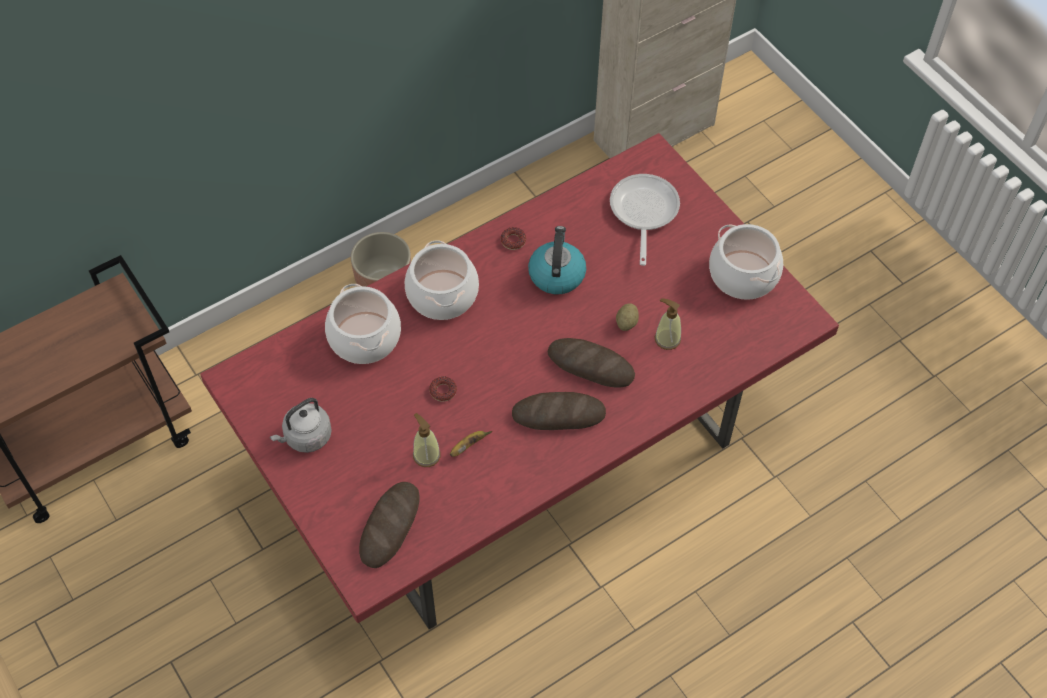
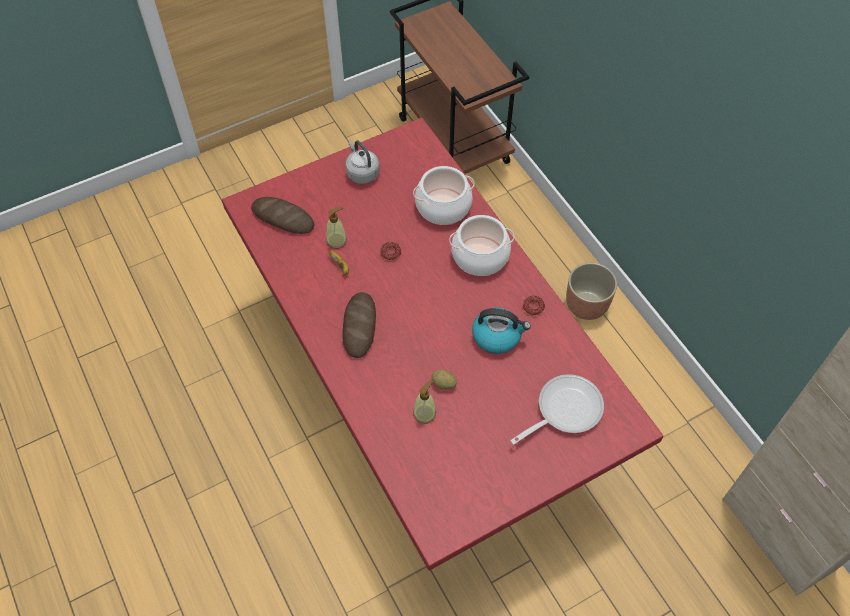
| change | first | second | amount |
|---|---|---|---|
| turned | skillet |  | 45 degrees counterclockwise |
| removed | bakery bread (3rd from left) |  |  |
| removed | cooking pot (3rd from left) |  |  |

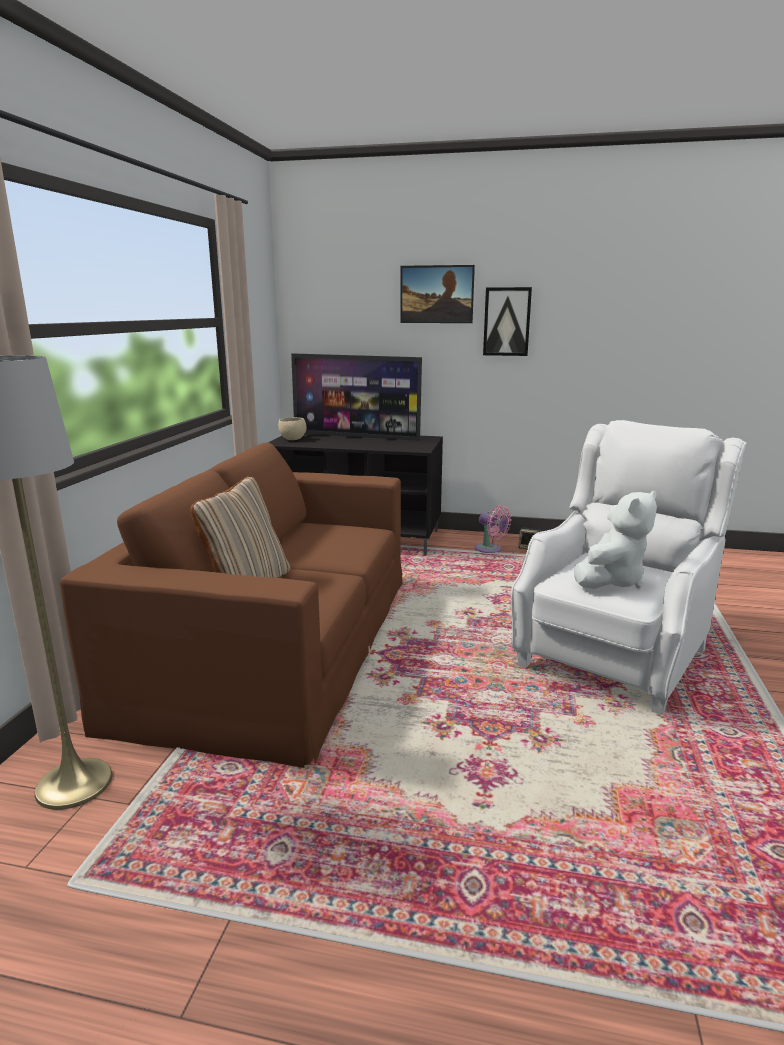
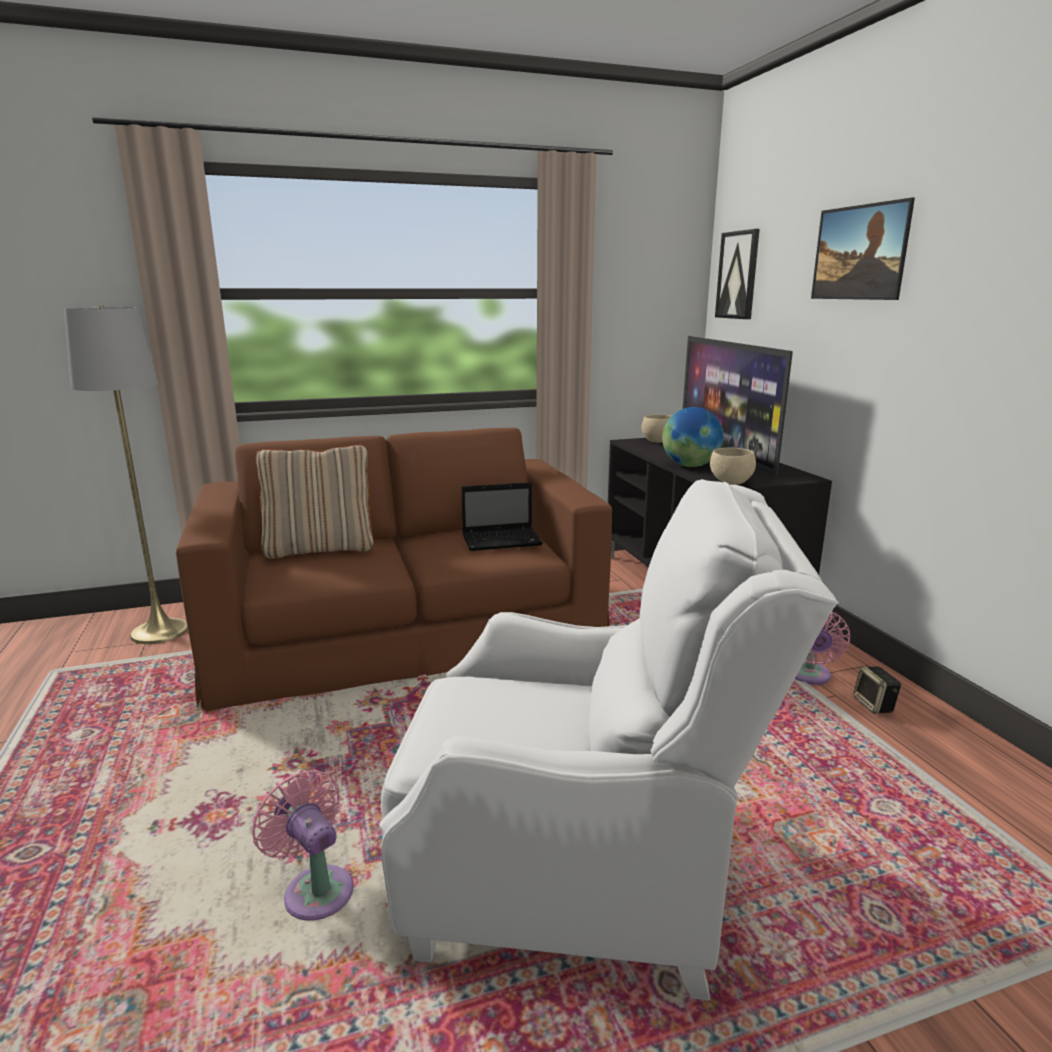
| change | first | second | amount |
|---|---|---|---|
| added |  | pink electric fan (1st from left) |  |
| added |  | portable computer |  |
| added |  | desk globe |  |
| added |  | beige-coloured deep dish (2nd from left) |  |
| moved | picture (2nd from left in the first image) | picture (1st from left) |  |
| removed | whitish cuddly toy |  |  |

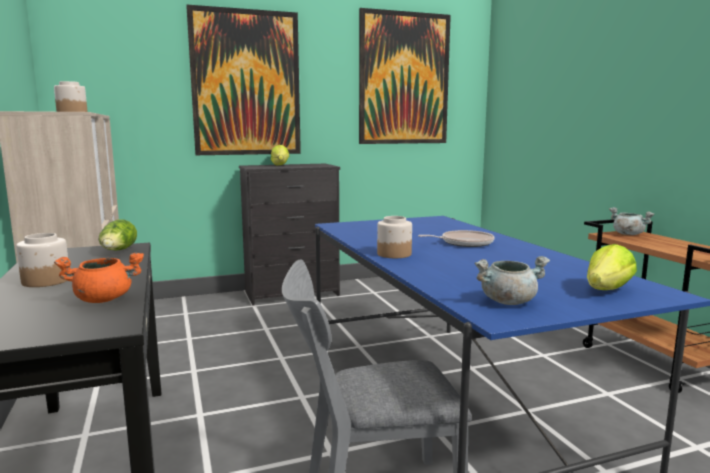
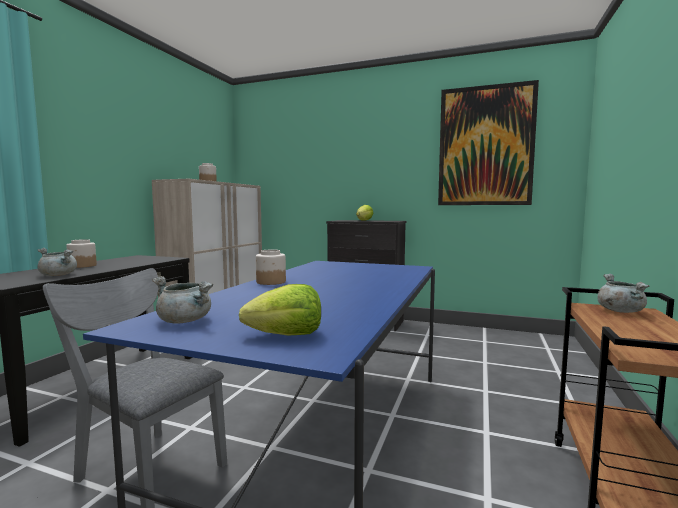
| change | first | second | amount |
|---|---|---|---|
| recoloured | orangey cooking pot | gray cooking pot (1st from left) |  |
| removed | lettuce head (1st from left) |  |  |
| removed | picture (1st from left) |  |  |
| removed | skillet |  |  |

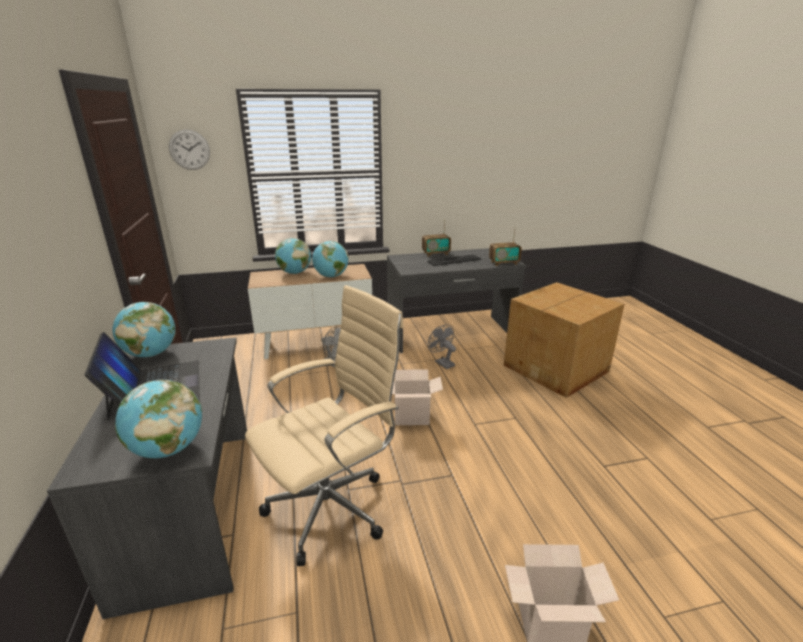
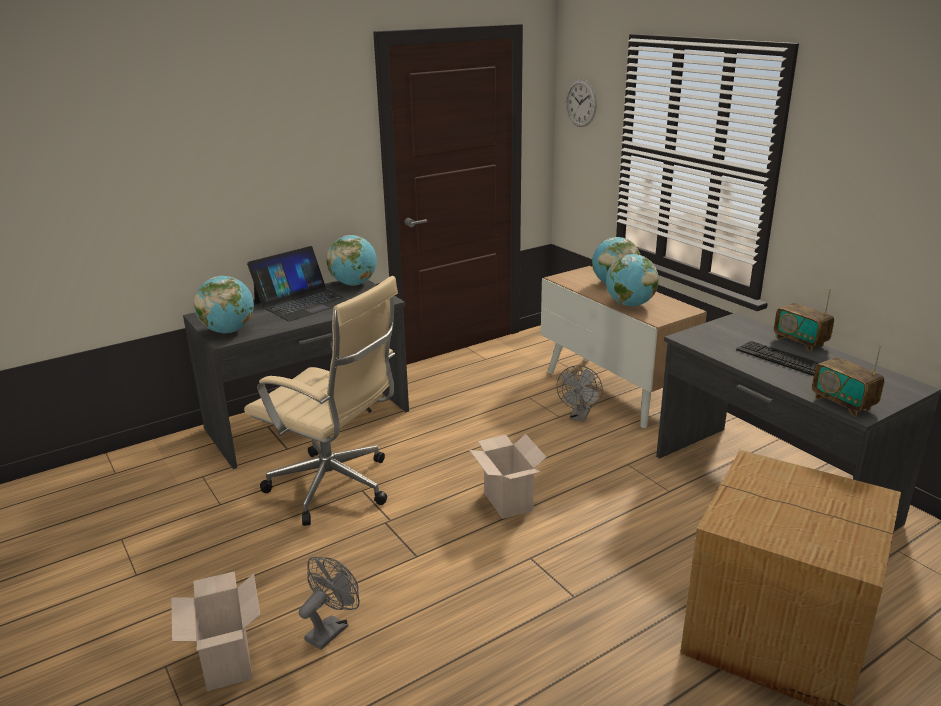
| change | first | second | amount |
|---|---|---|---|
| moved | gray electric fan (2nd from left in the first image) | gray electric fan (1st from left) |  |

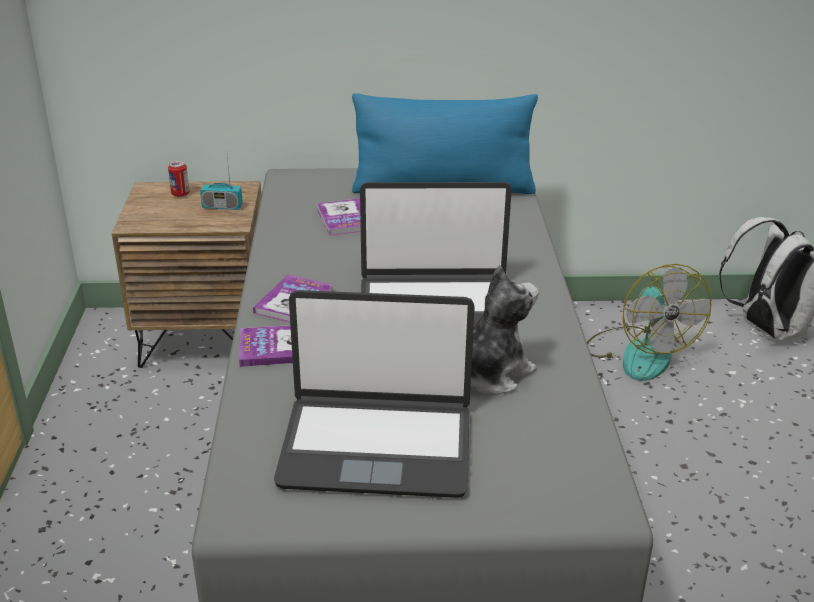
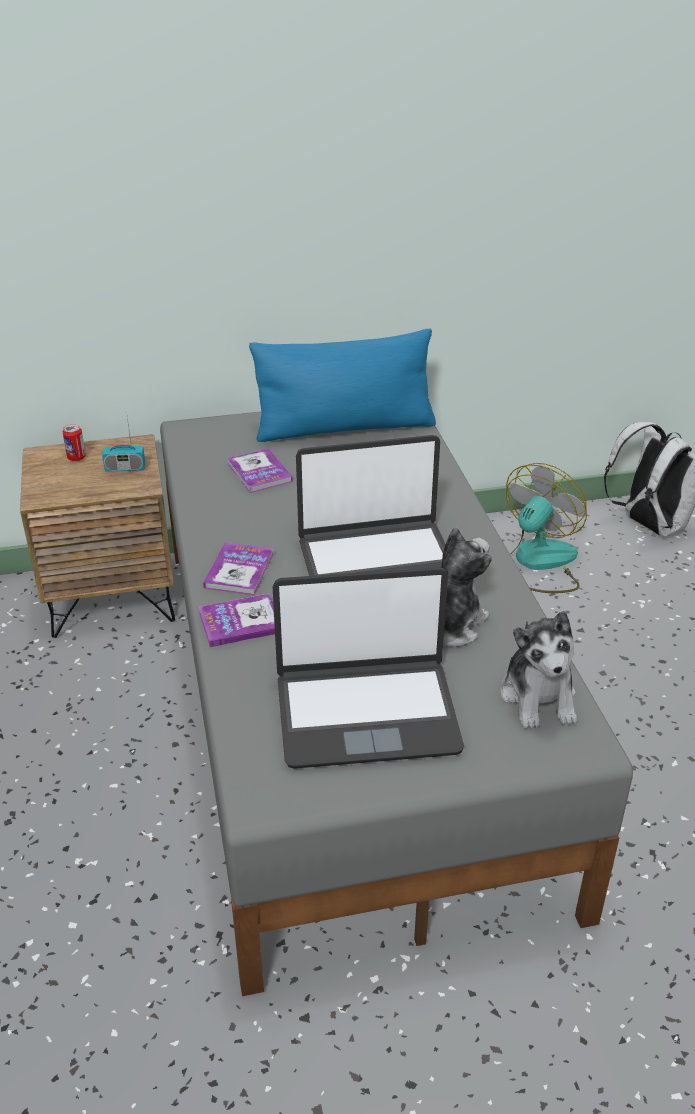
| change | first | second | amount |
|---|---|---|---|
| added |  | cuddly toy (2nd from left) |  |
| turned | electric fan |  | 120 degrees counterclockwise |

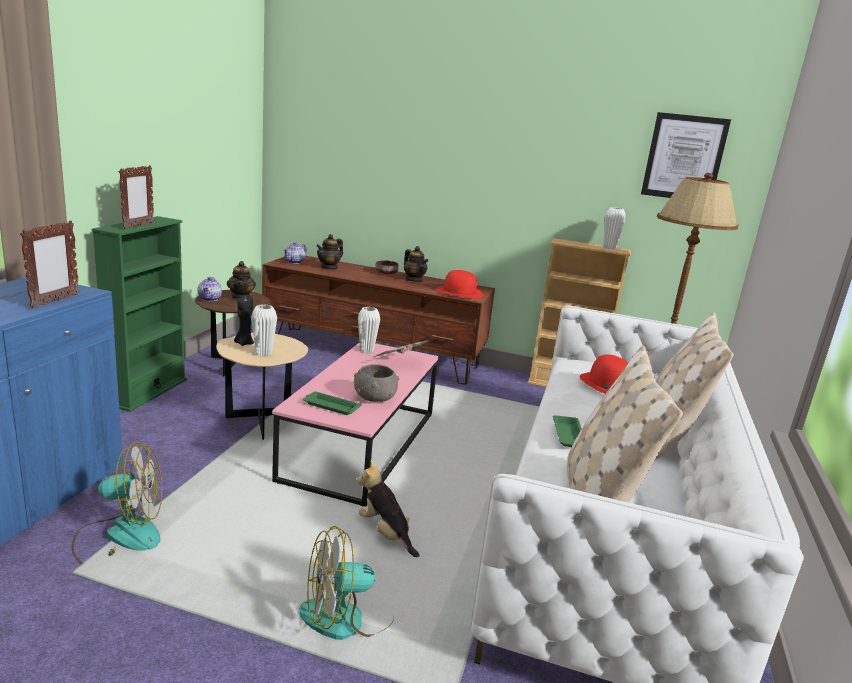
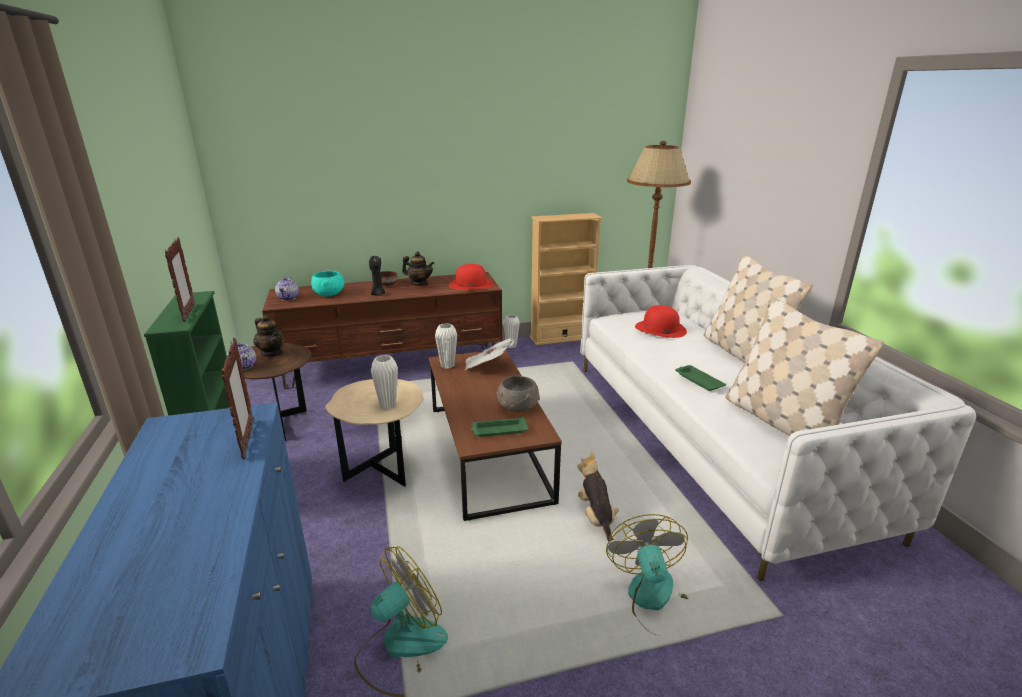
| change | first | second | amount |
|---|---|---|---|
| replaced | teapot (4th from left) | turquoise deep dish |  |
| moved | black candle |  |  |
| recoloured | pink lounge table | brown lounge table |  |
| moved | whitish flower vase (3rd from left) |  |  |
| turned | cuddly toy |  | 60 degrees clockwise |
| turned | electric fan (2nd from left) |  | 135 degrees clockwise |
| removed | picture |  |  |

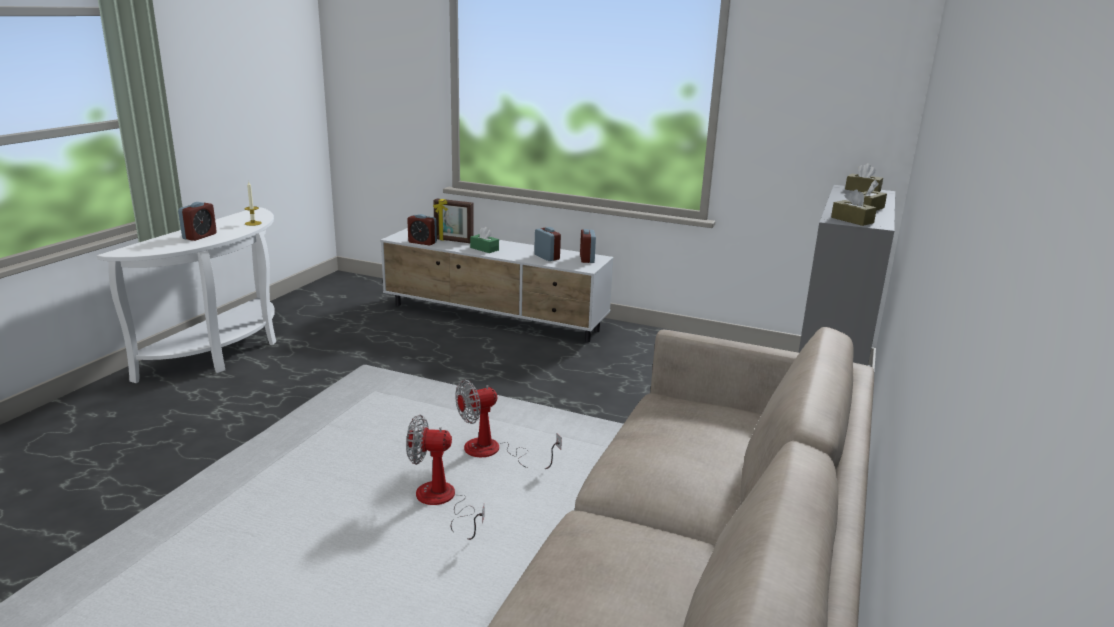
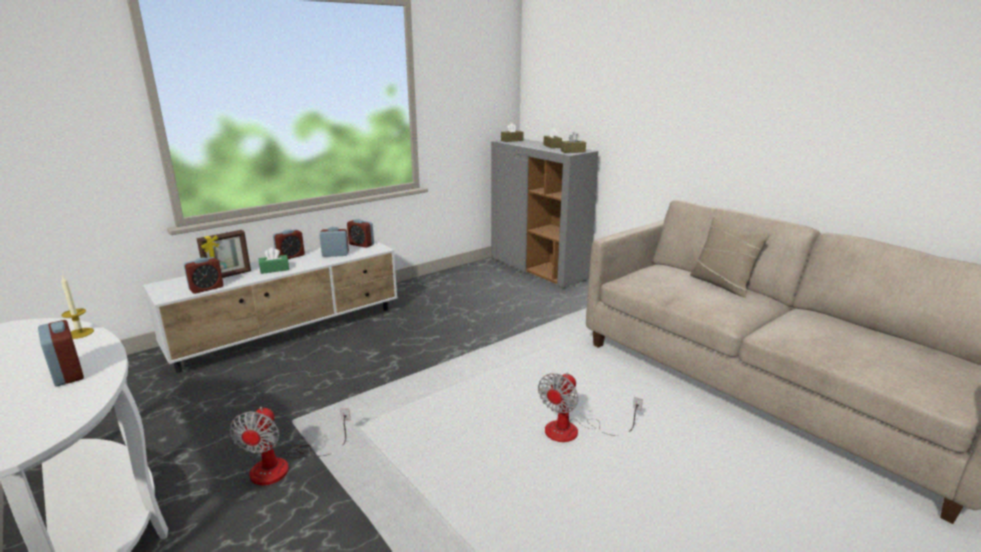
| change | first | second | amount |
|---|---|---|---|
| moved | electric fan (2nd from left in the first image) | electric fan (1st from left) |  |
| added |  | bedside clock (3rd from left) |  |
| added |  | beige-coloured throw pillow |  |

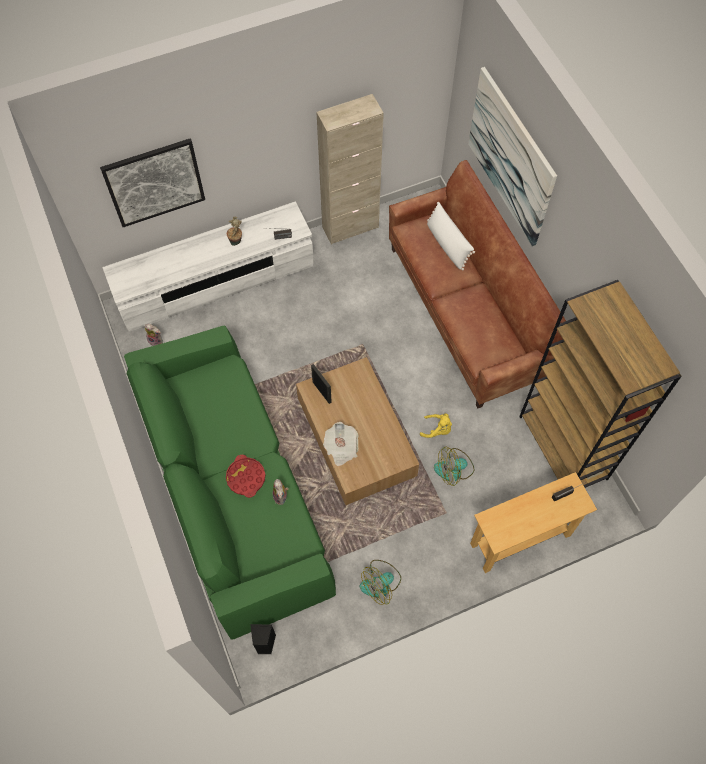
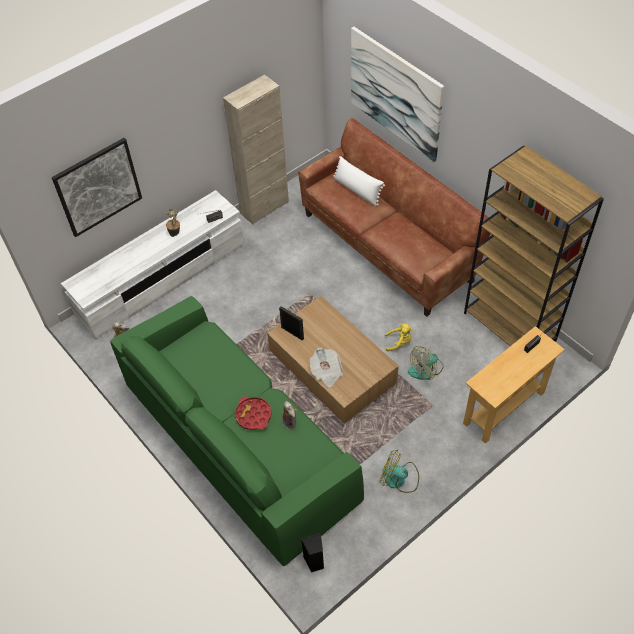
| change | first | second | amount |
|---|---|---|---|
| turned | electric fan (1st from left) |  | 75 degrees clockwise |

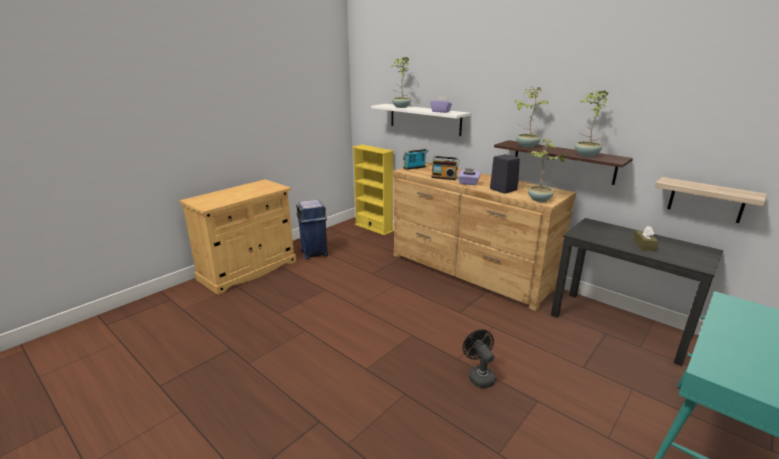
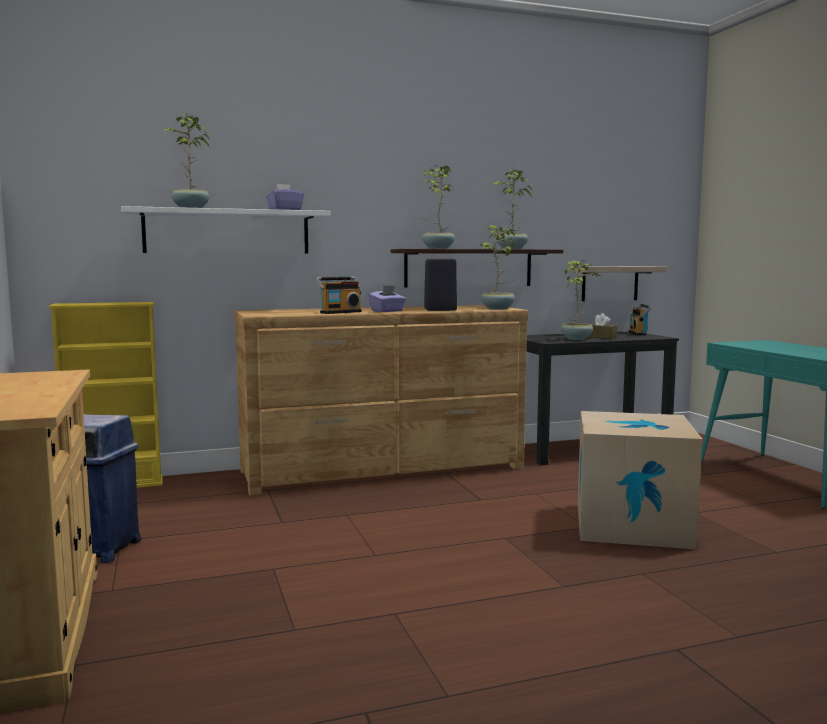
| change | first | second | amount |
|---|---|---|---|
| added |  | houseplant (5th from left) |  |
| replaced | black electric fan | packing box |  |
| moved | radio (1st from left in the first image) | radio (2nd from left) |  |

